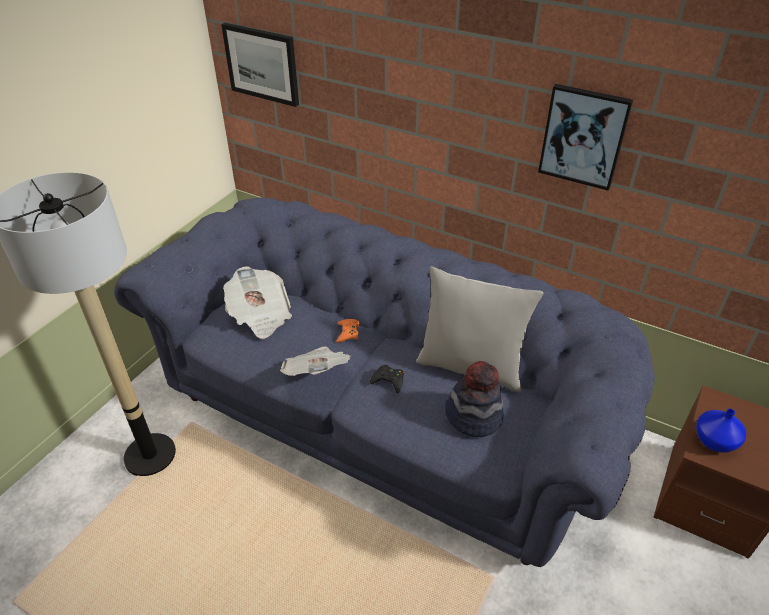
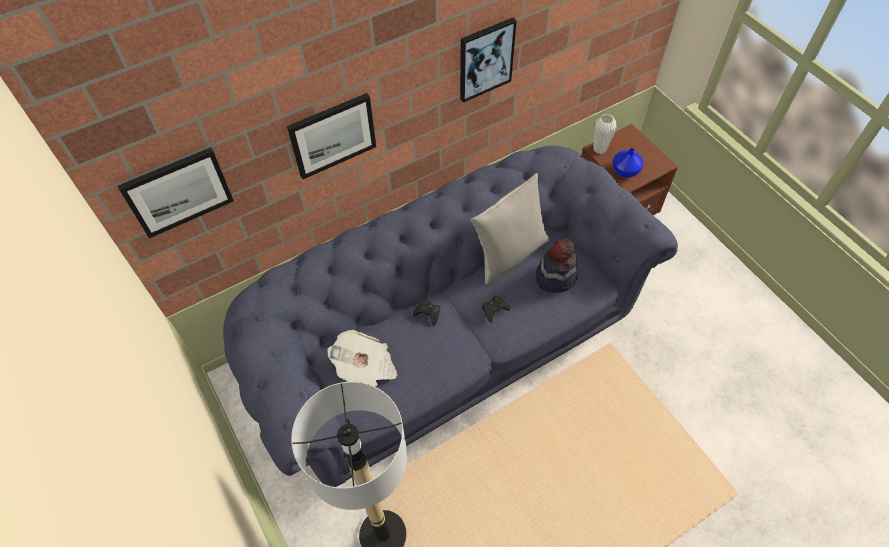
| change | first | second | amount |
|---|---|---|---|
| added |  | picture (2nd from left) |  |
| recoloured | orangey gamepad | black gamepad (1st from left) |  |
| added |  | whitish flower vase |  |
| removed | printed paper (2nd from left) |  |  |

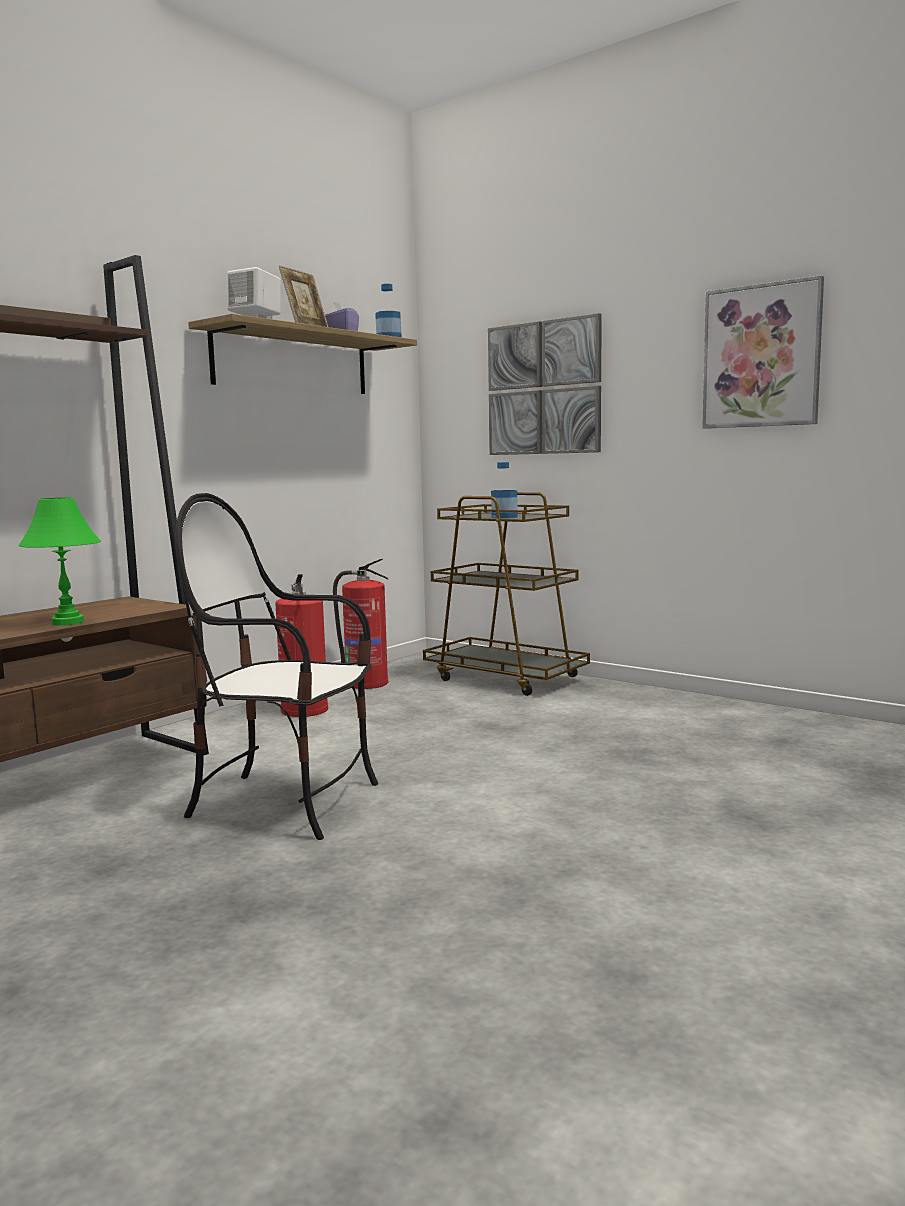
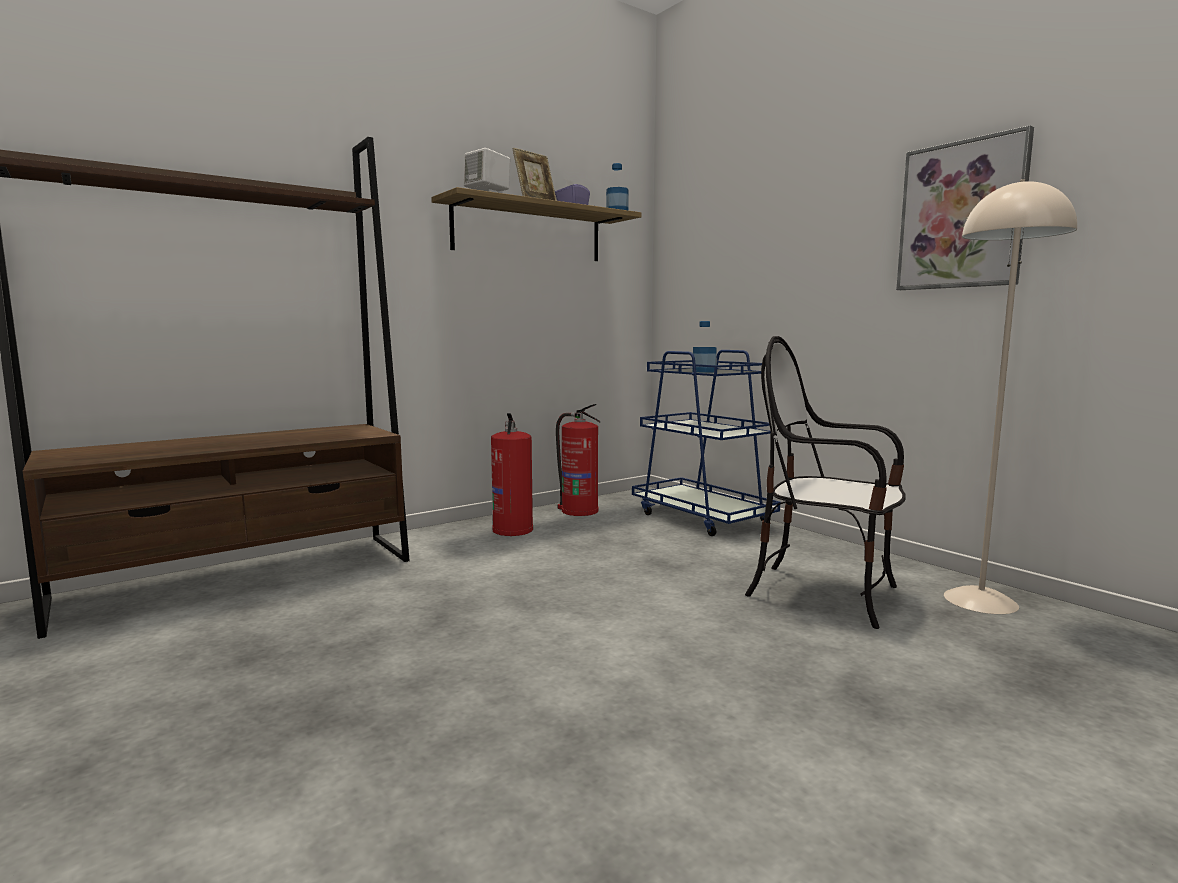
| change | first | second | amount |
|---|---|---|---|
| recoloured | brown trolley | bluish trolley |  |
| moved | plain chair |  |  |
| added |  | beige-coloured floor lamp |  |
| removed | greenish table lamp |  |  |
| removed | picture (1st from left) |  |  |

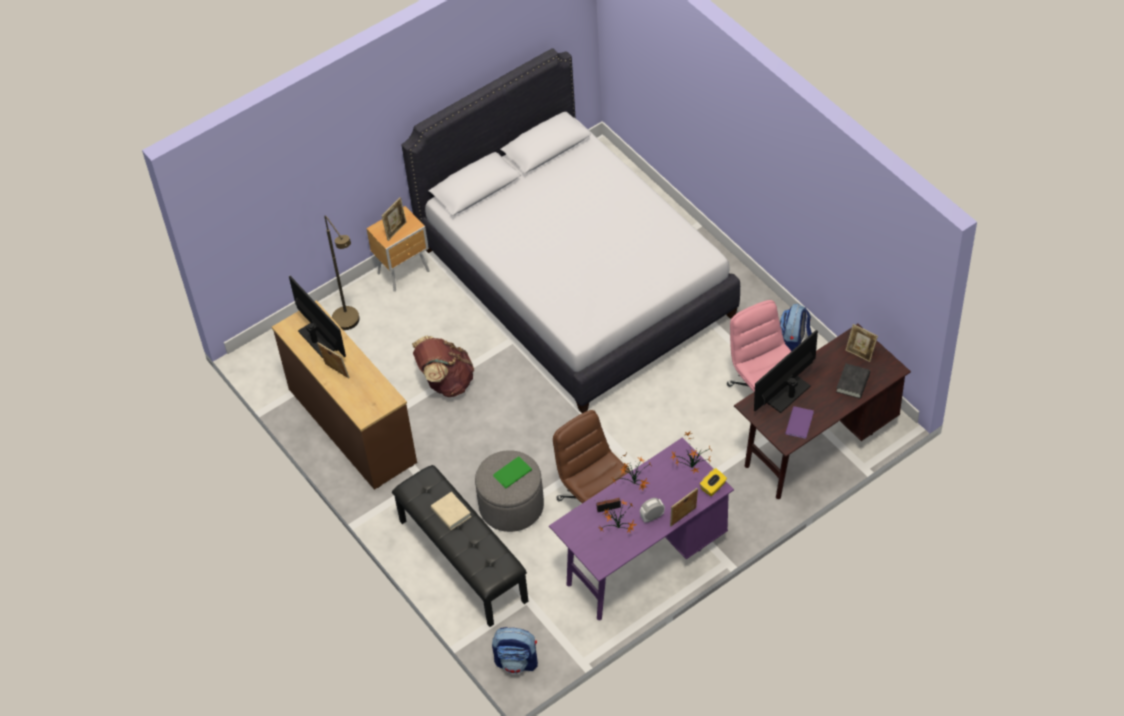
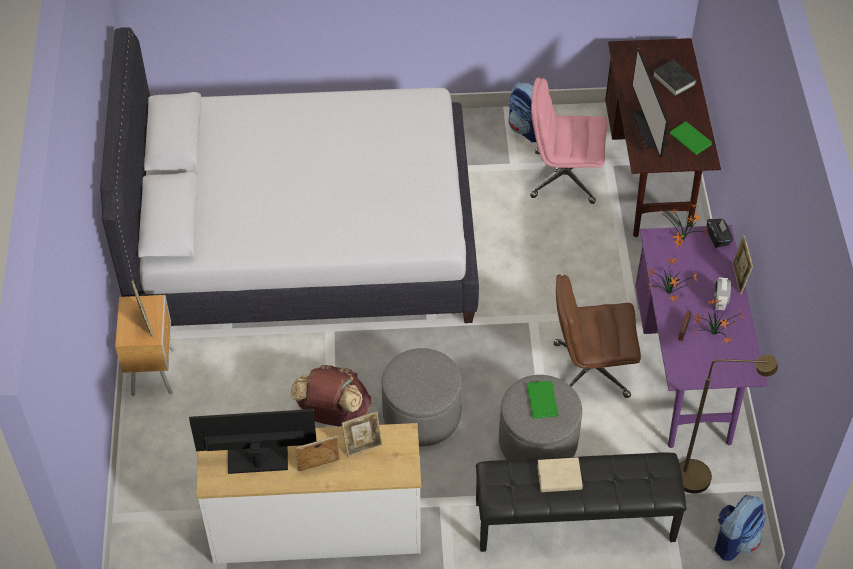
| change | first | second | amount |
|---|---|---|---|
| recoloured | brown chest of drawers | whitish chest of drawers |  |
| moved | standing frame (4th from left in the first image) | standing frame (3rd from left) |  |
| added |  | gray footrest (1st from left) |  |
| recoloured | purple book | greenish book (2nd from left) |  |
| moved | brown floor lamp |  |  |
| recoloured | yellow-coloured tissue box | black tissue box |  |

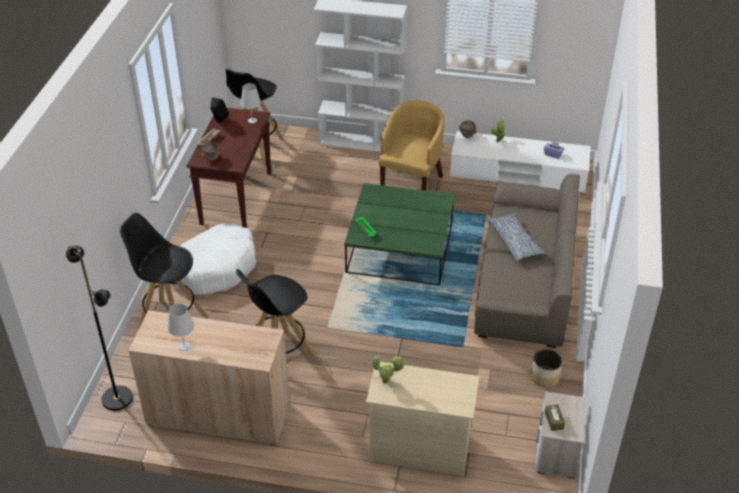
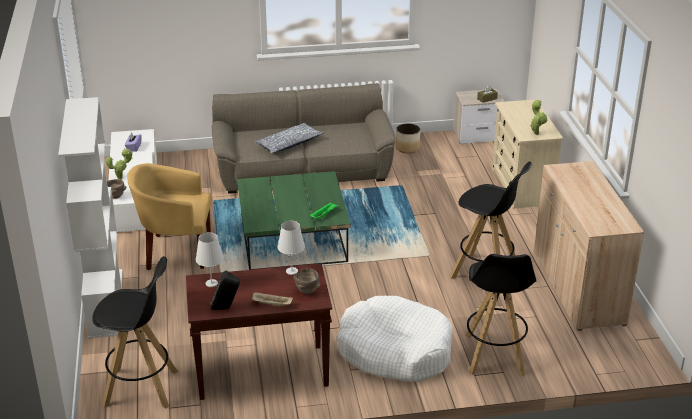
| change | first | second | amount |
|---|---|---|---|
| moved | whitish table lamp (1st from left in the first image) | whitish table lamp (2nd from left) |  |
| removed | black floor lamp |  |  |

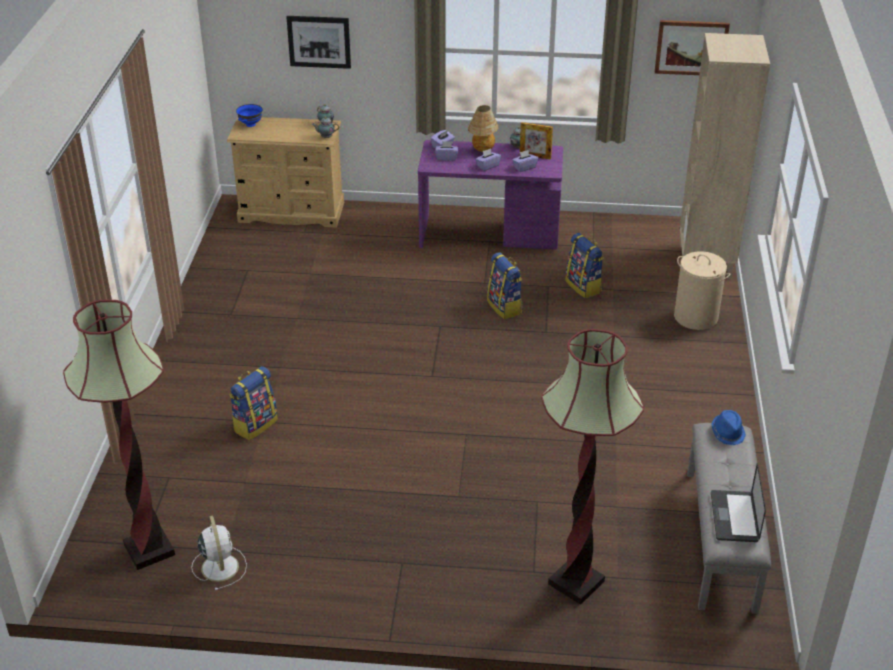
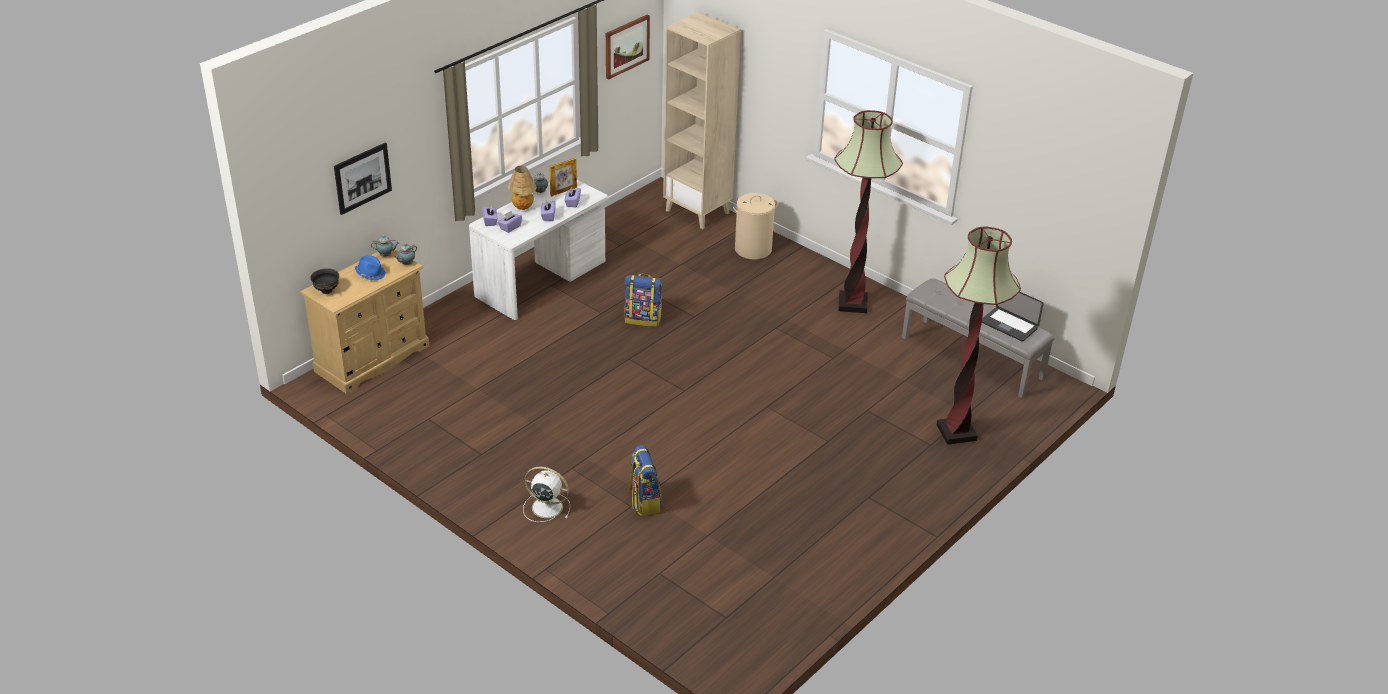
| change | first | second | amount |
|---|---|---|---|
| recoloured | bluish deep dish | black deep dish |  |
| moved | bluish wearable hat |  |  |
| recoloured | purple desk | whitish desk |  |
| moved | whitish electric fan |  |  |
| moved | floor lamp (1st from left) |  |  |
| removed | rucksack (3rd from left) |  |  |

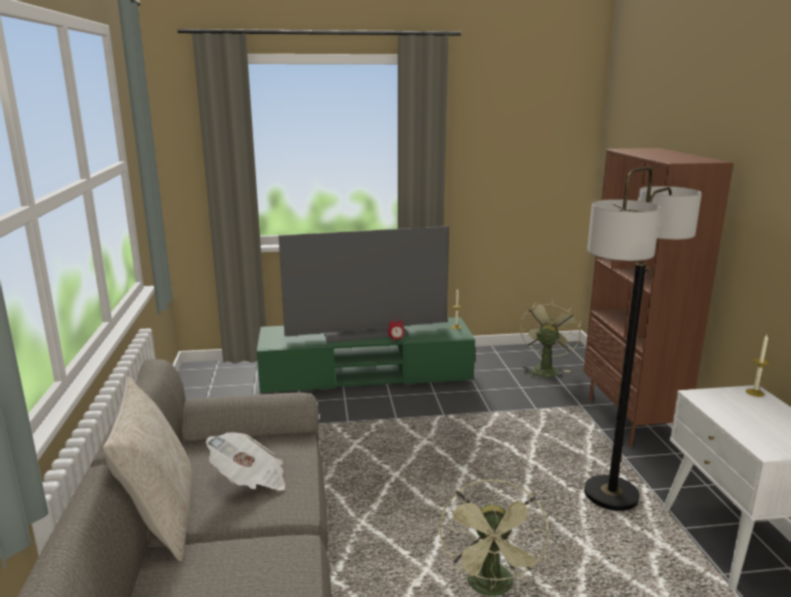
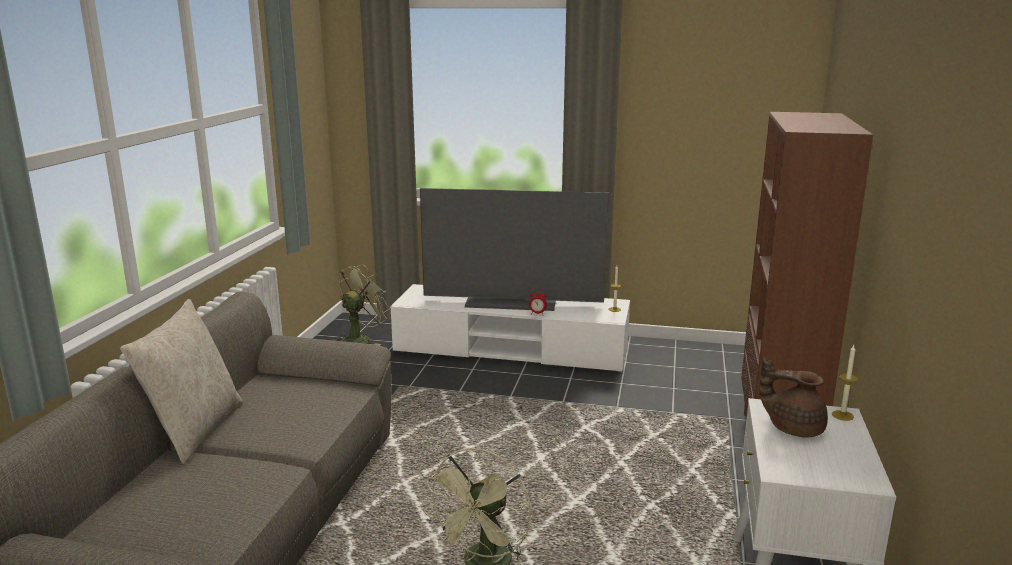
| change | first | second | amount |
|---|---|---|---|
| moved | greenish electric fan (2nd from left in the first image) | greenish electric fan (1st from left) |  |
| recoloured | greenish media console | whitish media console |  |
| added |  | brown teapot |  |
| removed | printed paper |  |  |
| removed | floor lamp |  |  |

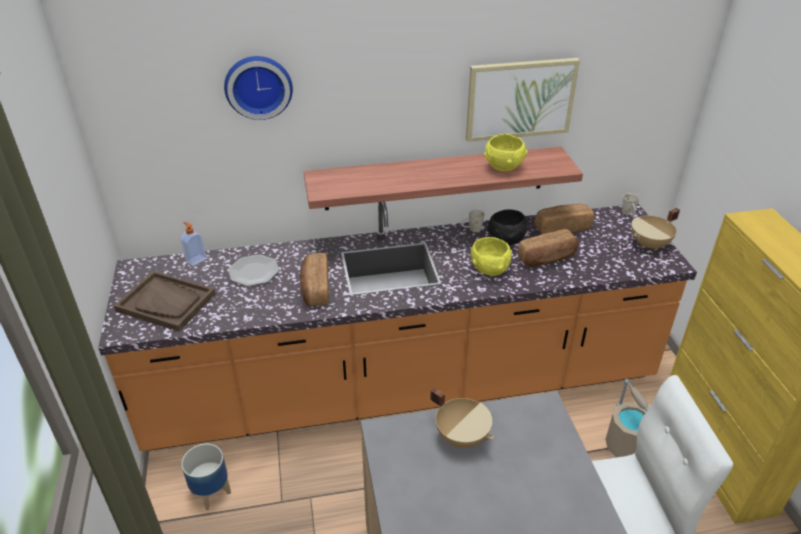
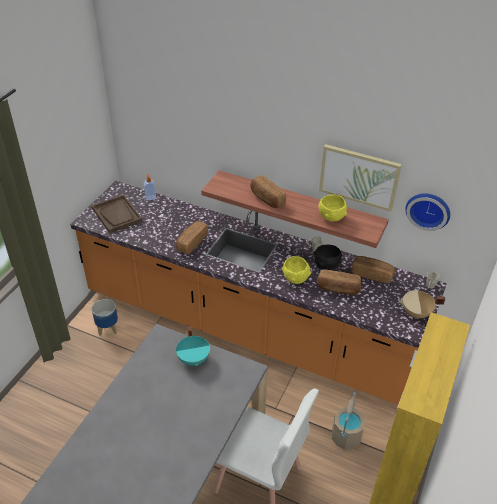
| change | first | second | amount |
|---|---|---|---|
| recoloured | beige-coloured cooking pot (1st from left) | turquoise cooking pot |  |
| added |  | bakery bread (2nd from left) |  |
| moved | wall clock |  |  |
| removed | plate |  |  |

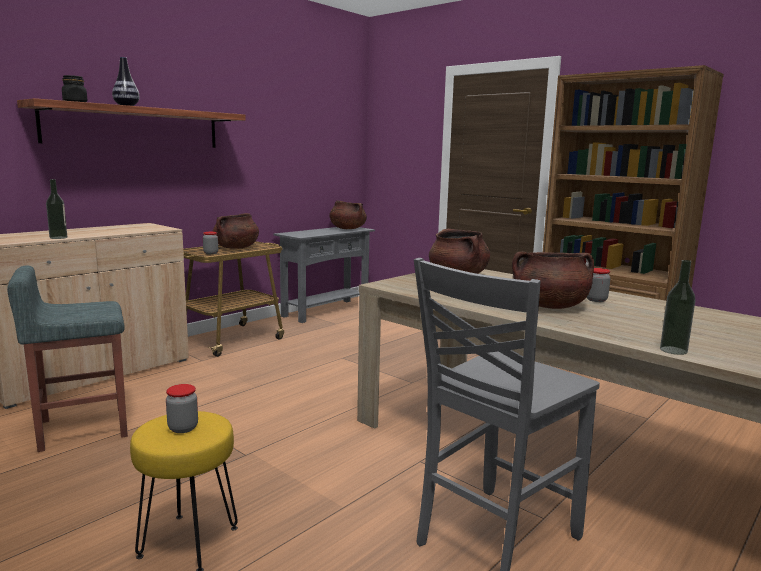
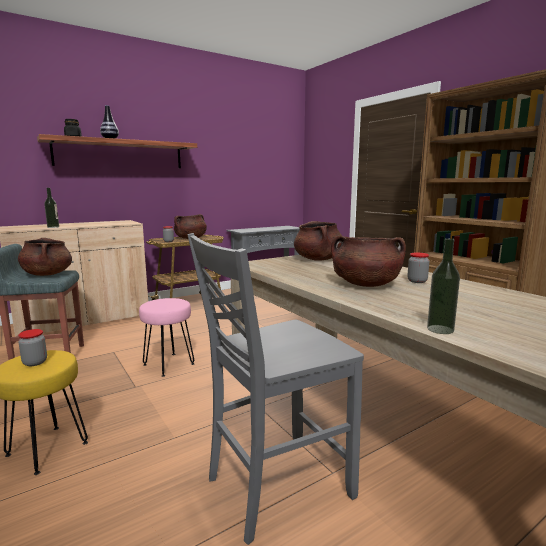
| change | first | second | amount |
|---|---|---|---|
| moved | brown cooking pot (2nd from left in the first image) | brown cooking pot (1st from left) |  |
| added |  | pink stool |  |

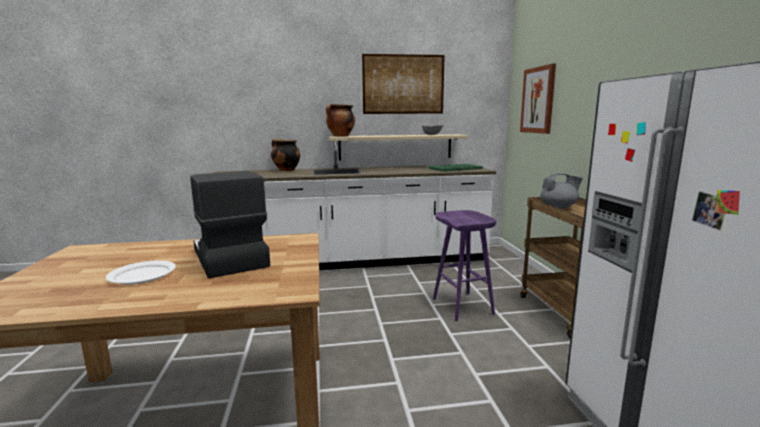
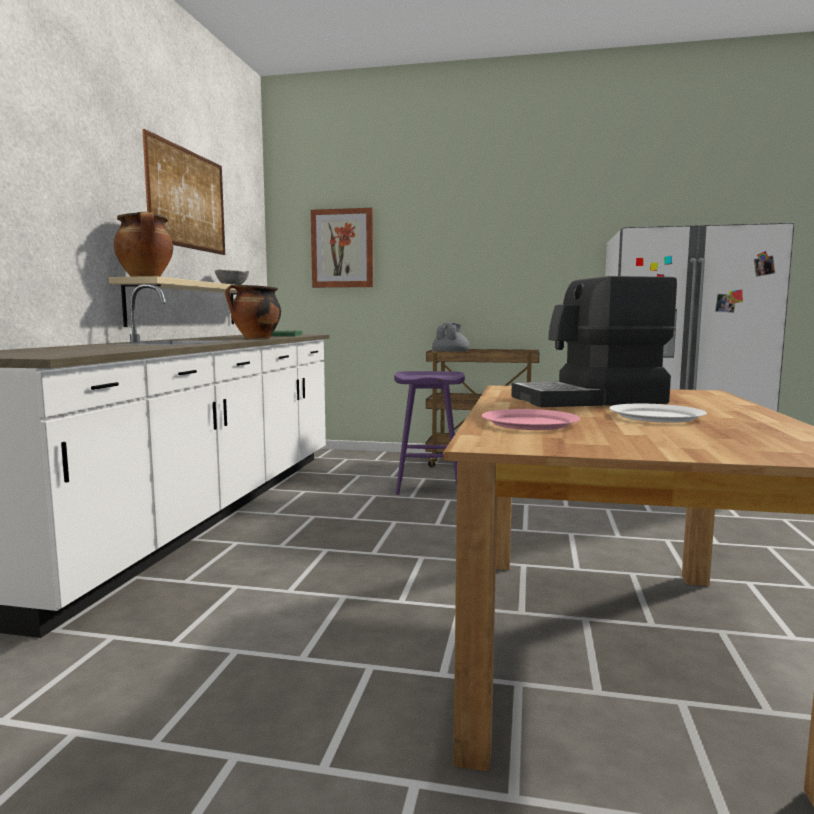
| change | first | second | amount |
|---|---|---|---|
| moved | cooking pot (1st from left in the first image) | cooking pot (2nd from left) |  |
| added |  | pink plate |  |

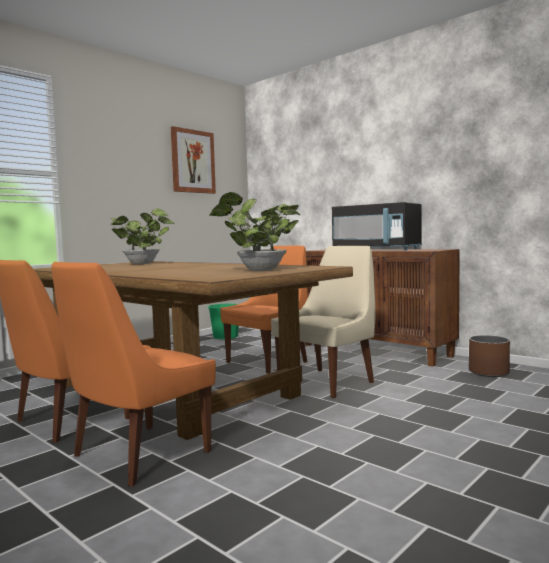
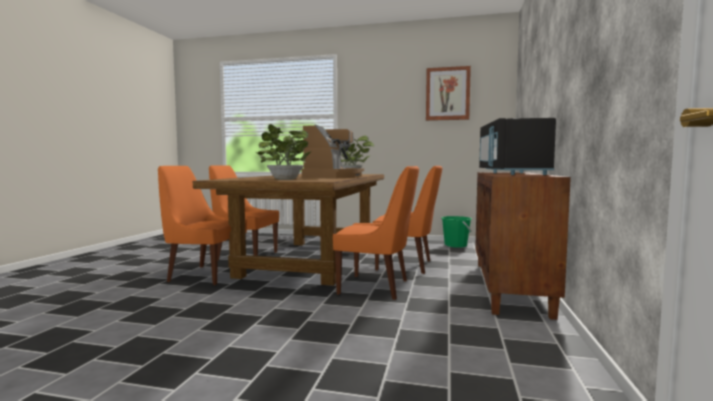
| change | first | second | amount |
|---|---|---|---|
| added |  | coffee machine |  |
| recoloured | beige-coloured plain chair | orangey plain chair (3rd from left) |  |
| removed | brown flower pot |  |  |

